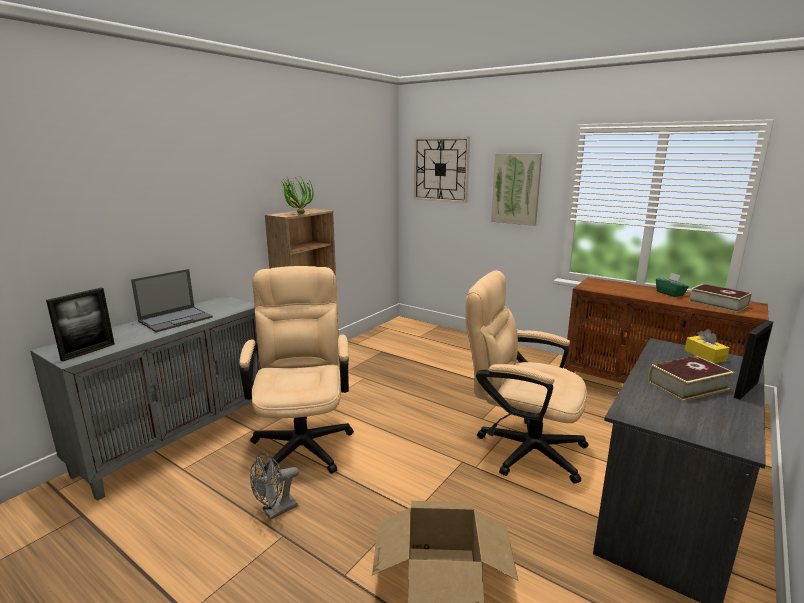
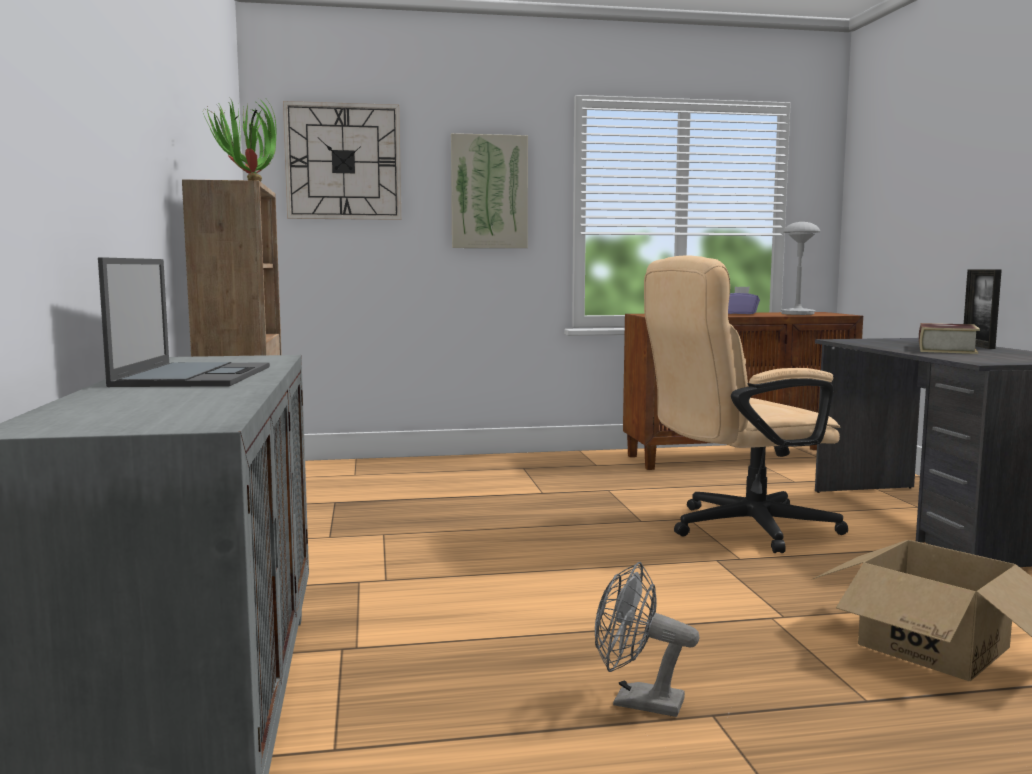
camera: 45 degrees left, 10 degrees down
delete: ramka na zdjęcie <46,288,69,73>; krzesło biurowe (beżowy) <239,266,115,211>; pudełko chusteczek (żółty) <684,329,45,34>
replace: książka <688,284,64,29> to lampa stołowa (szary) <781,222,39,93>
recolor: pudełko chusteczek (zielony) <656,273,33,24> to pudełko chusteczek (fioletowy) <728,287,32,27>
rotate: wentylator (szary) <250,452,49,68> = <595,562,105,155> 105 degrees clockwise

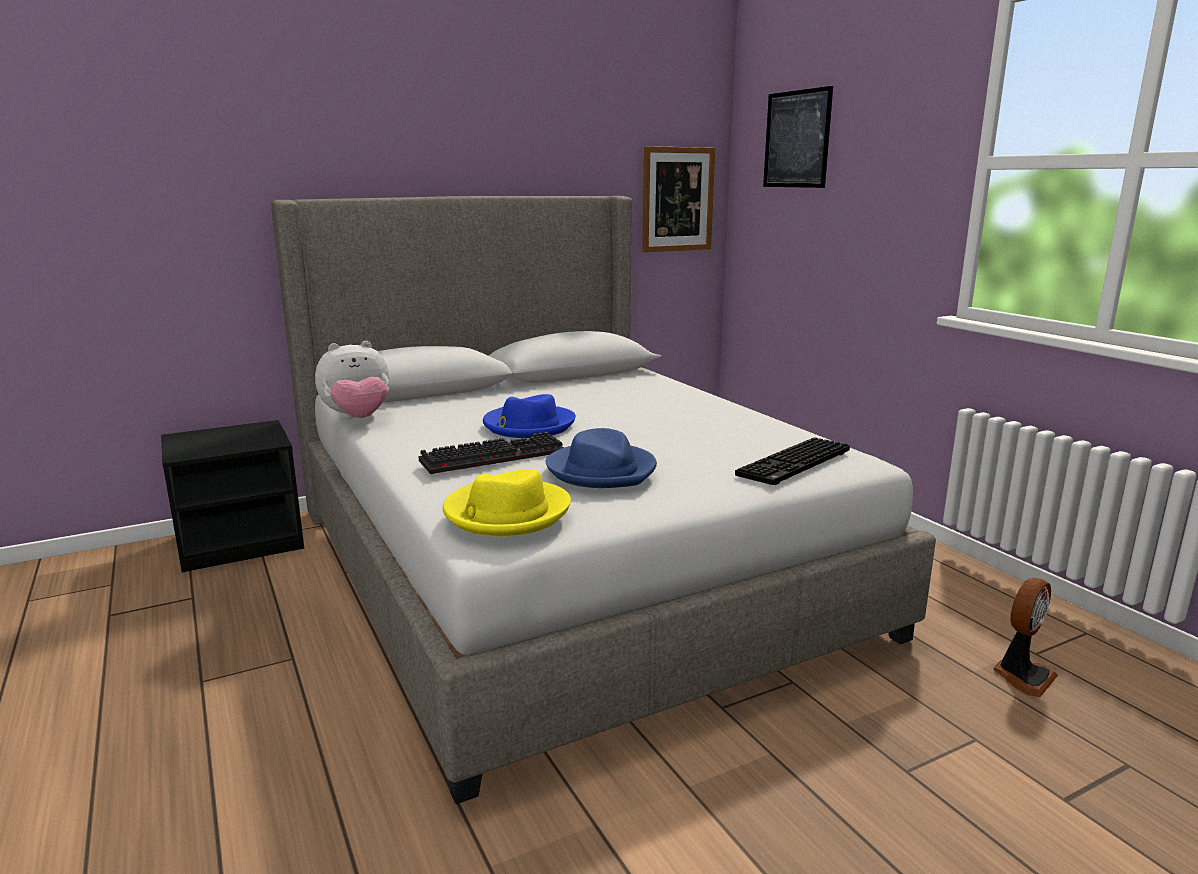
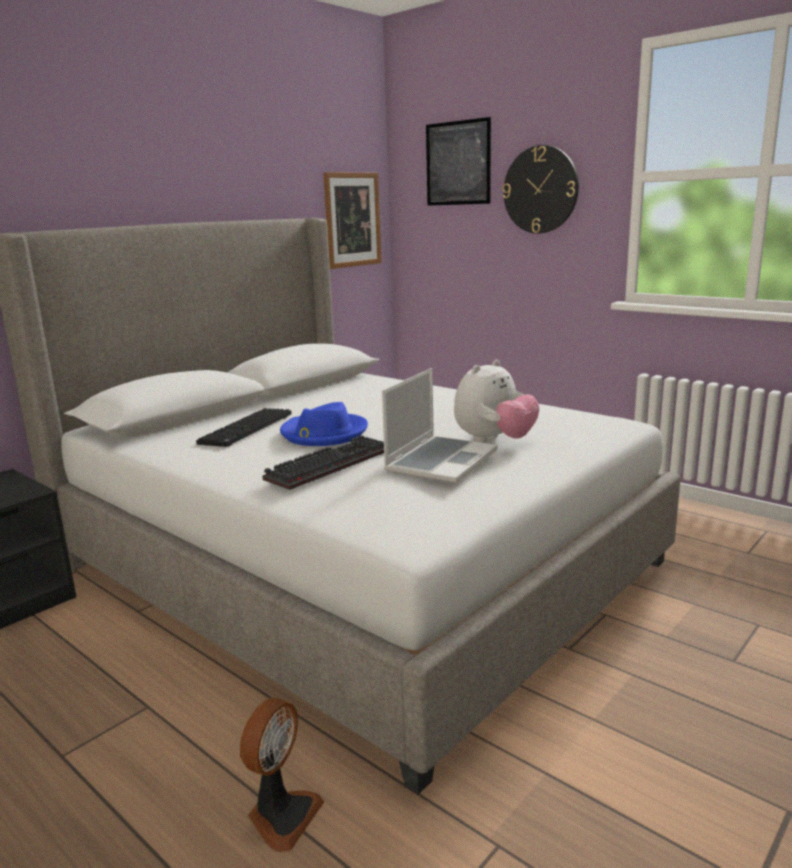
camera: 20 degrees left, 0 degrees up
delete: kapelusz (żółty) <443,469,128,68>
insert: zegar ścienny <502,145,77,89>
move: pluszak <315,341,75,78> to <454,360,86,83>; klawiatura <735,437,115,48> to <196,408,96,39>; wentylator <993,578,65,119> to <240,698,84,154>
replace: kapelusz (niebieski) <546,428,111,60> to laptop <382,368,116,115>

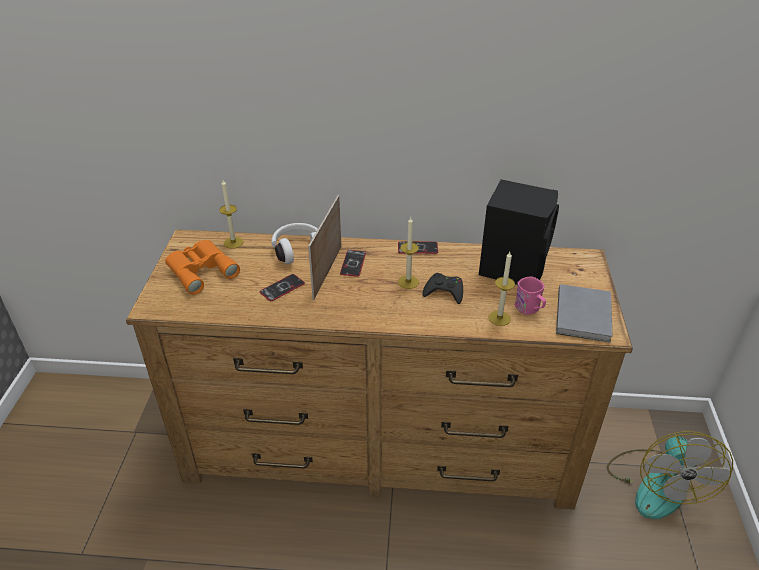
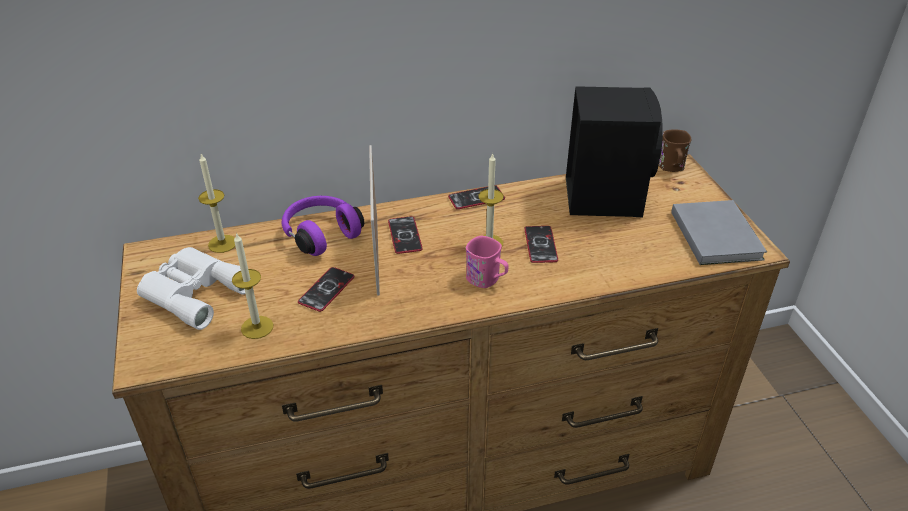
camera: 20 degrees left, 0 degrees up
delete: wentylator <607,431,126,88>
insert: kubek (brązowy) <659,129,32,43>
move: świeca <488,252,27,74> to <232,232,41,107>; kubek (różowy) <515,276,31,39> to <466,236,42,52>
replace: pad do gier (czarny) <422,273,41,31> to telefon <524,226,34,37>
recolor: lornetka (pomarańczowy) <165,240,75,55> to lornetka (biały) <137,247,108,83>; słuchawki (biały) <271,223,47,41> to słuchawki (fioletowy) <282,196,82,60>

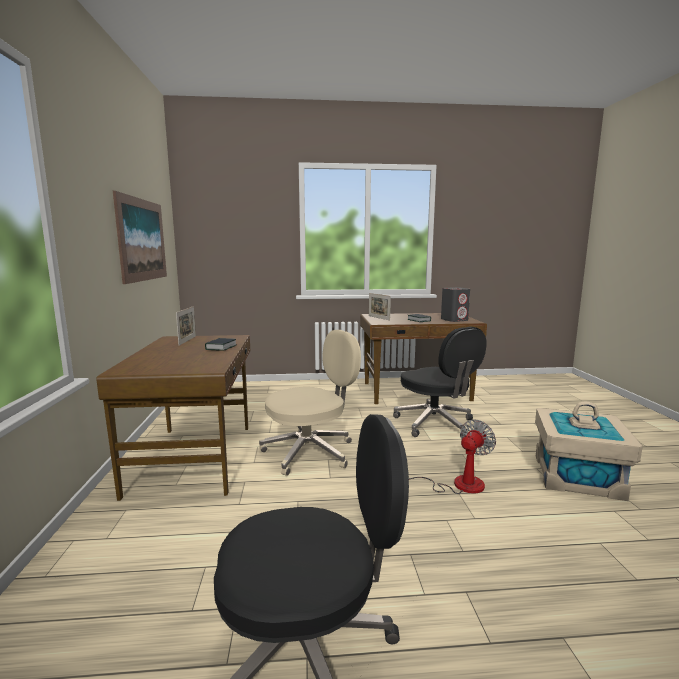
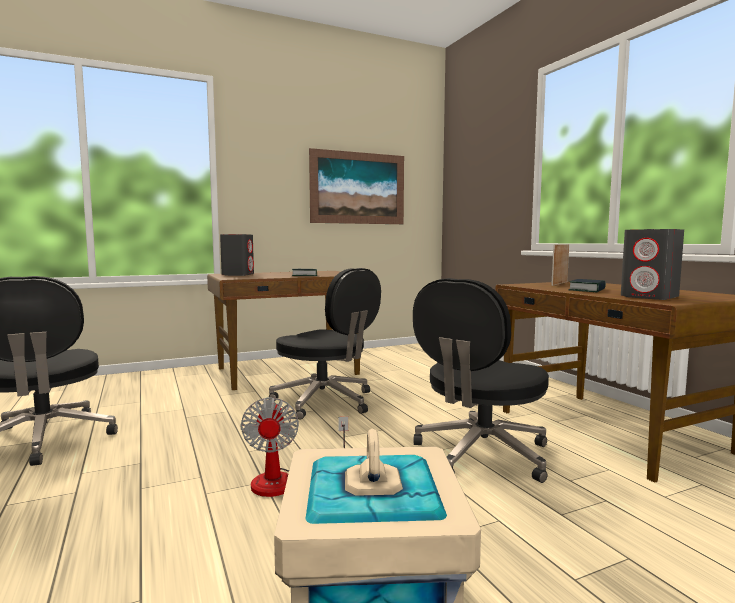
camera: 70 degrees right, 5 degrees down
delete: ramka na zdjęcie <176,306,20,40>
insert: głośnik (szary) <220,234,34,42>
recolor: krzesło biurowe (beżowy) <259,330,102,146> to krzesło biurowe (czarny) <269,268,112,152>
rotate: wentylator <409,420,87,74> = <241,397,107,100> 60 degrees clockwise

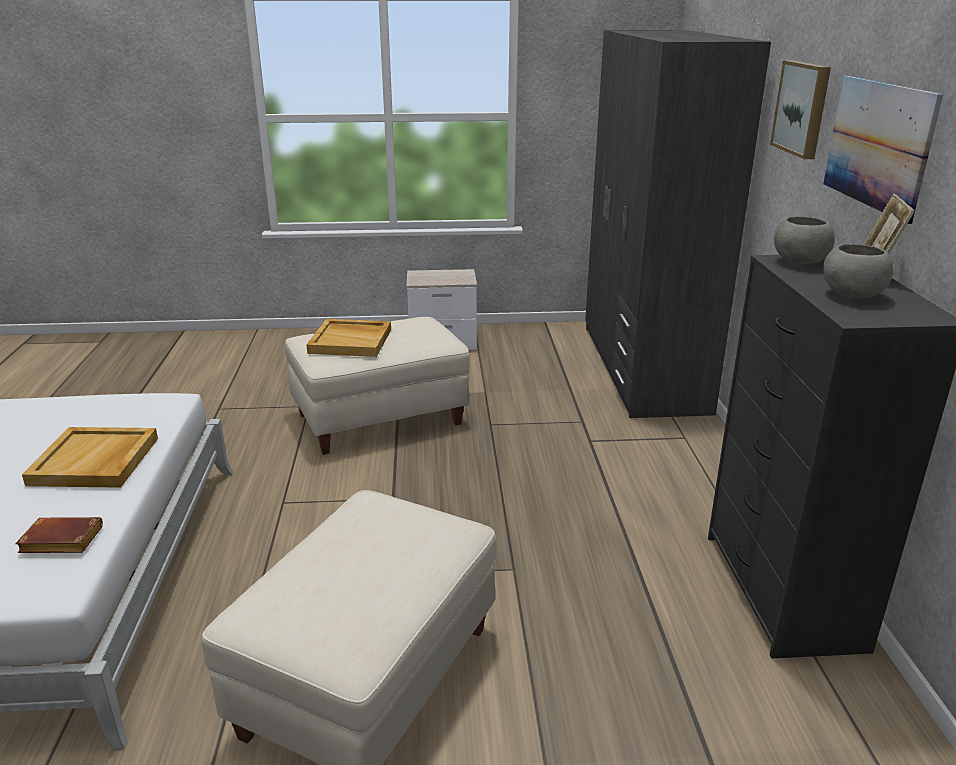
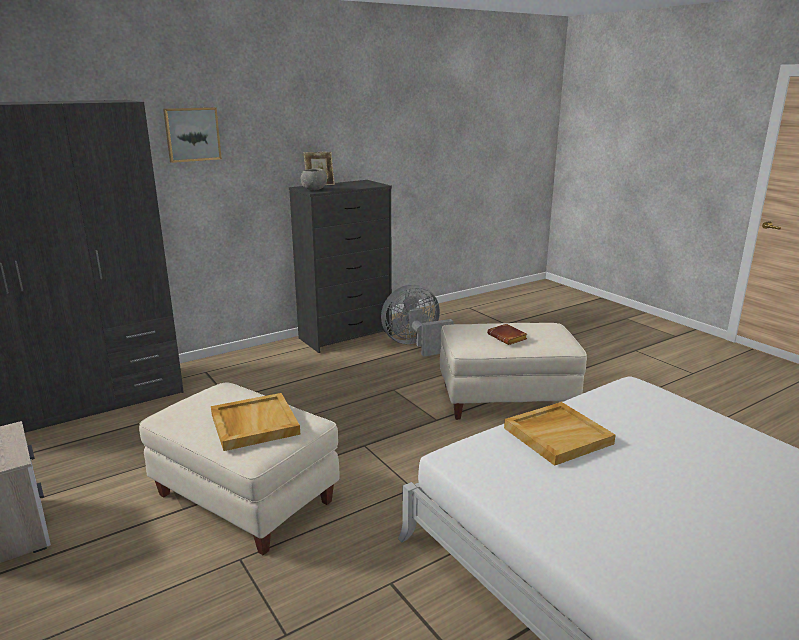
camera: 120 degrees left, 5 degrees down
delete: obraz <823,76,120,148>; miska (szary) <823,244,70,54>
insert: wentylator (szary) <381,285,73,71>
move: książka (brązowy) <15,517,88,36> to <487,324,40,21>

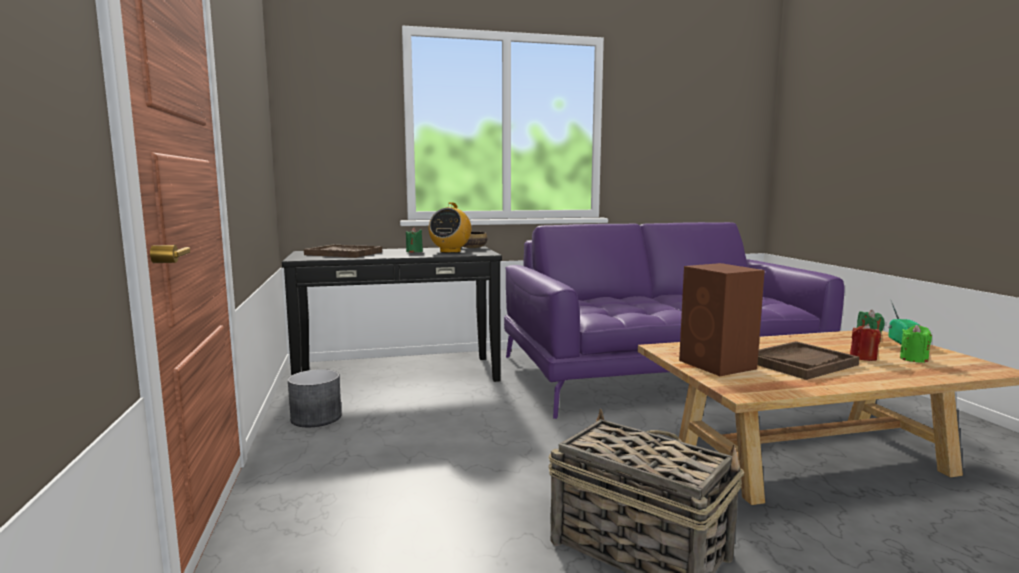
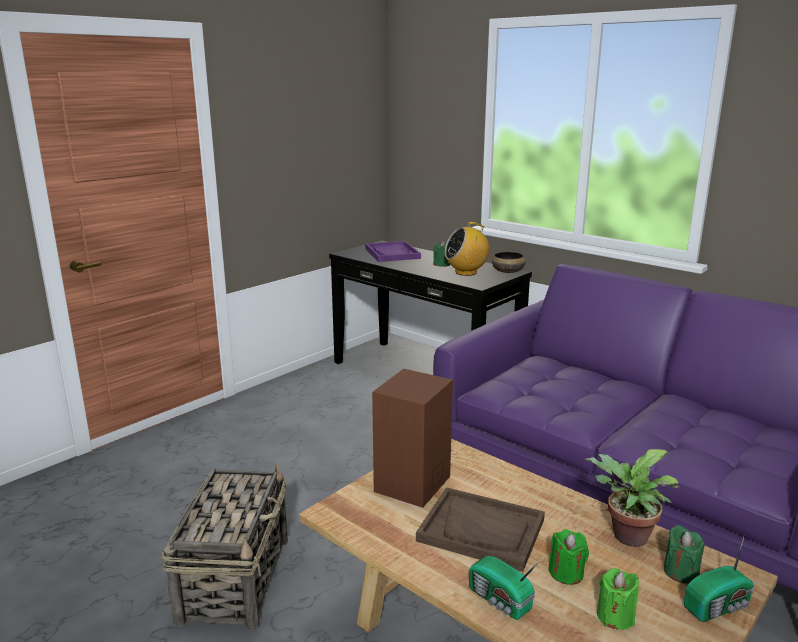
camera: 55 degrees right, 10 degrees up
delete: donica (szary) <288,369,53,58>
insert: radio <469,556,73,64>; roślina doniczkowa <584,449,95,98>
recolor: taca (brązowy) <304,245,78,13> to taca (fioletowy) <365,241,56,21>; świeca (czerwony) <850,324,31,37> to świeca (zielony) <548,529,41,56>

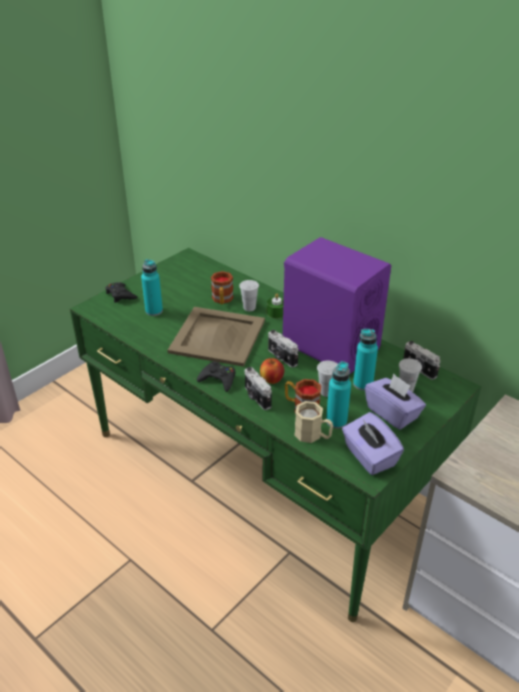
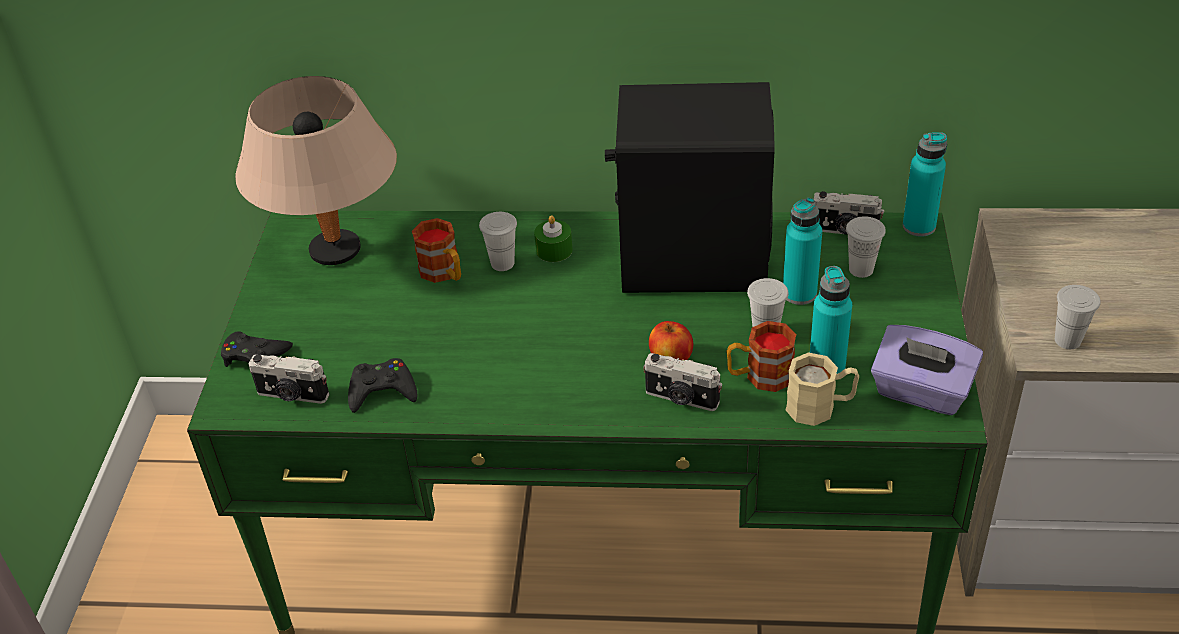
camera: 35 degrees left, 5 degrees up
delete: taca (beżowy) <167,307,98,60>; pudełko chusteczek (fioletowy) <365,373,61,57>
insert: lampa stołowa (beżowy) <235,76,162,189>; filiżanka (biały) <1055,285,46,64>
move: butelka (turkusowy) <141,259,22,57> to <903,132,44,105>; pad do gier (czarny) <197,361,38,31> to <348,358,69,55>; aparat fotograficzny <268,330,31,38> to <248,354,81,50>
recolor: głośnik (fioletowy) <283,237,108,137> to głośnik (czarny) <605,82,170,211>

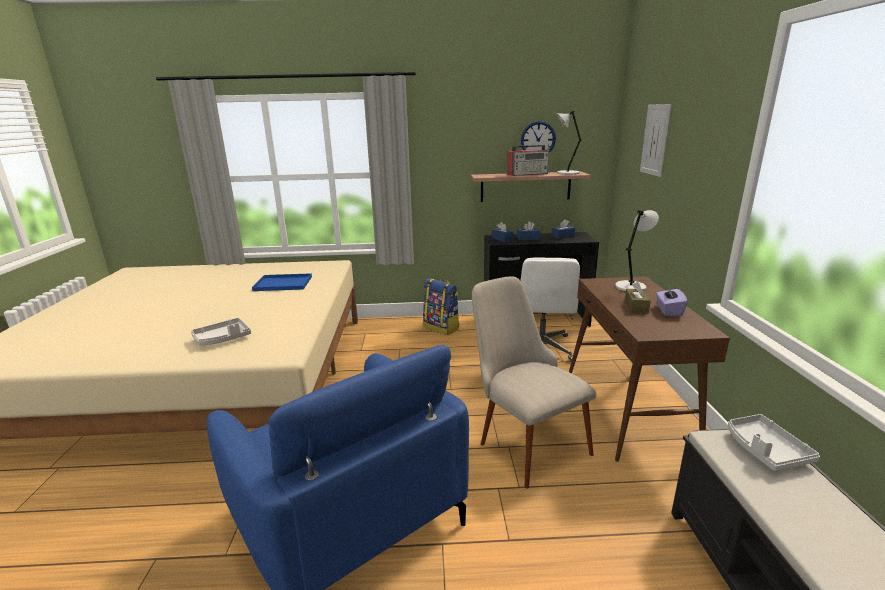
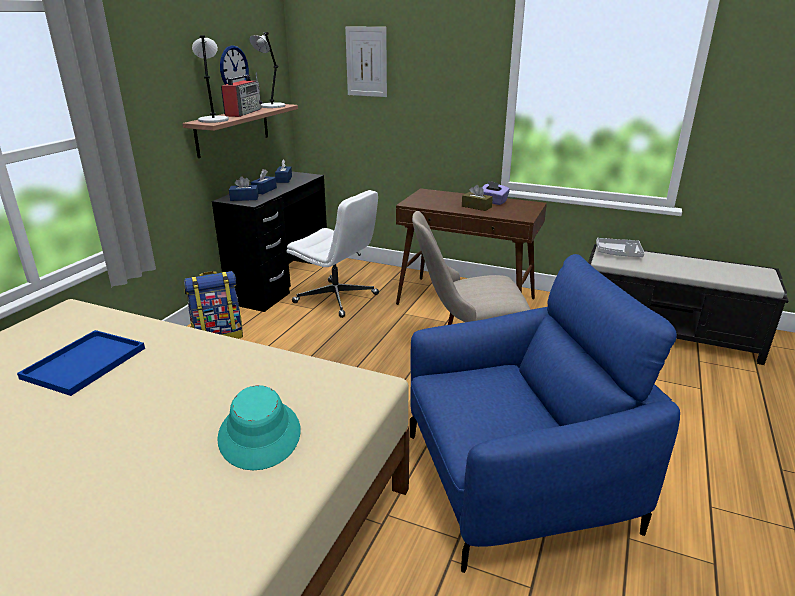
camera: 65 degrees left, 5 degrees up
move: lampa stołowa (szary) <615,210,44,81> to <192,35,37,88>
replace: taca (szary) <191,318,60,28> to kapelusz (turkusowy) <217,385,84,85>

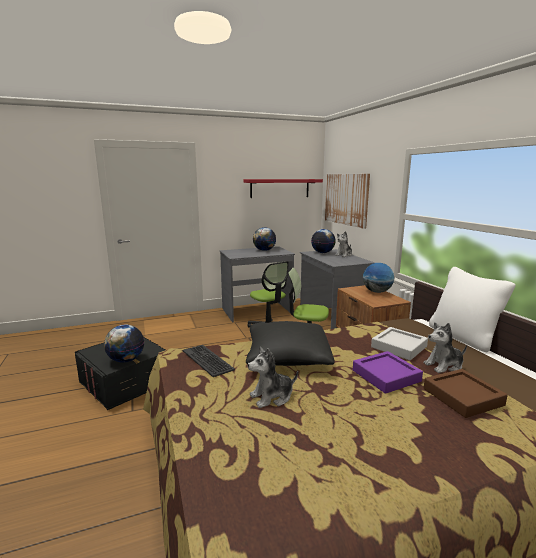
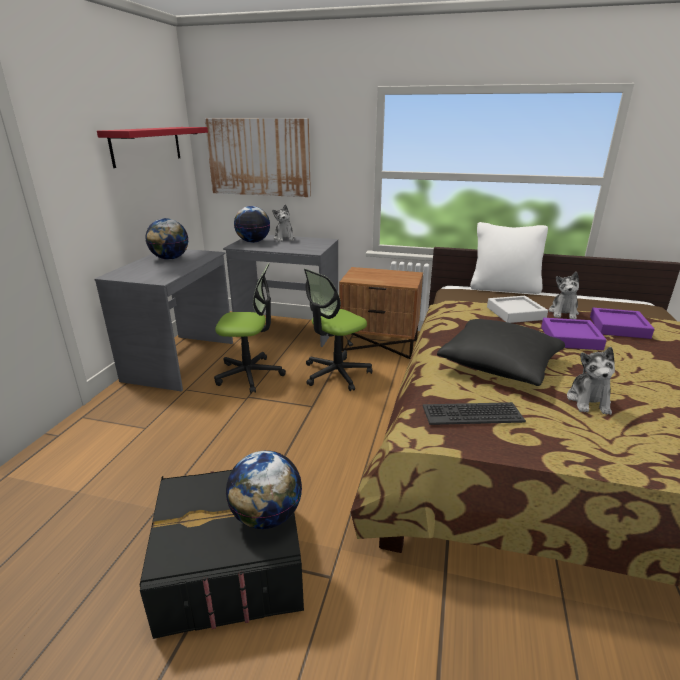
camera: 55 degrees left, 10 degrees up
delete: globus <363,263,31,30>
recolor: taca (brązowy) <424,369,84,49> to taca (fioletowy) <590,308,64,31>

